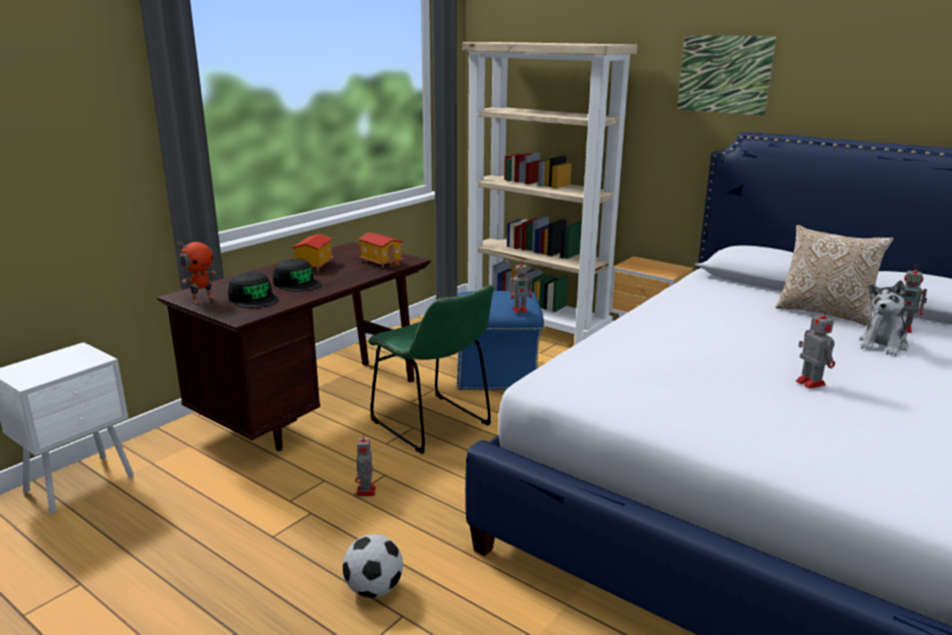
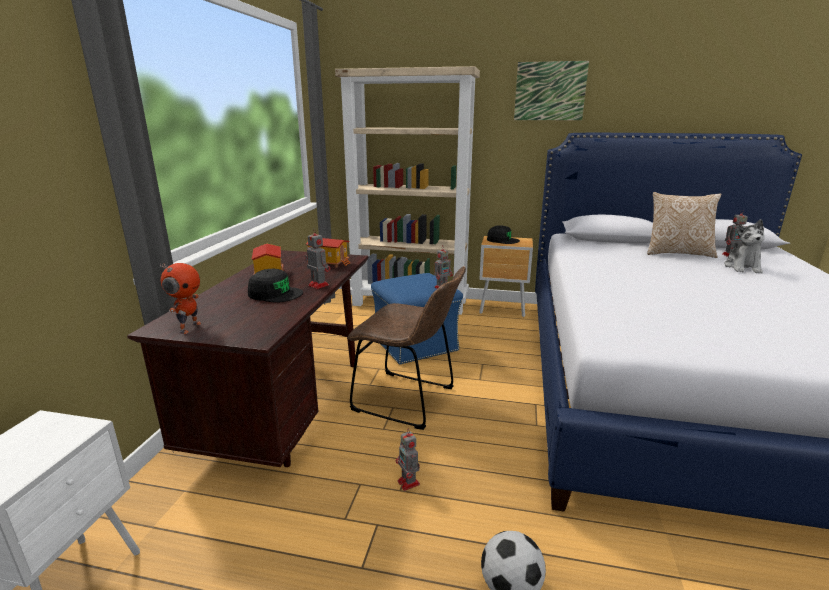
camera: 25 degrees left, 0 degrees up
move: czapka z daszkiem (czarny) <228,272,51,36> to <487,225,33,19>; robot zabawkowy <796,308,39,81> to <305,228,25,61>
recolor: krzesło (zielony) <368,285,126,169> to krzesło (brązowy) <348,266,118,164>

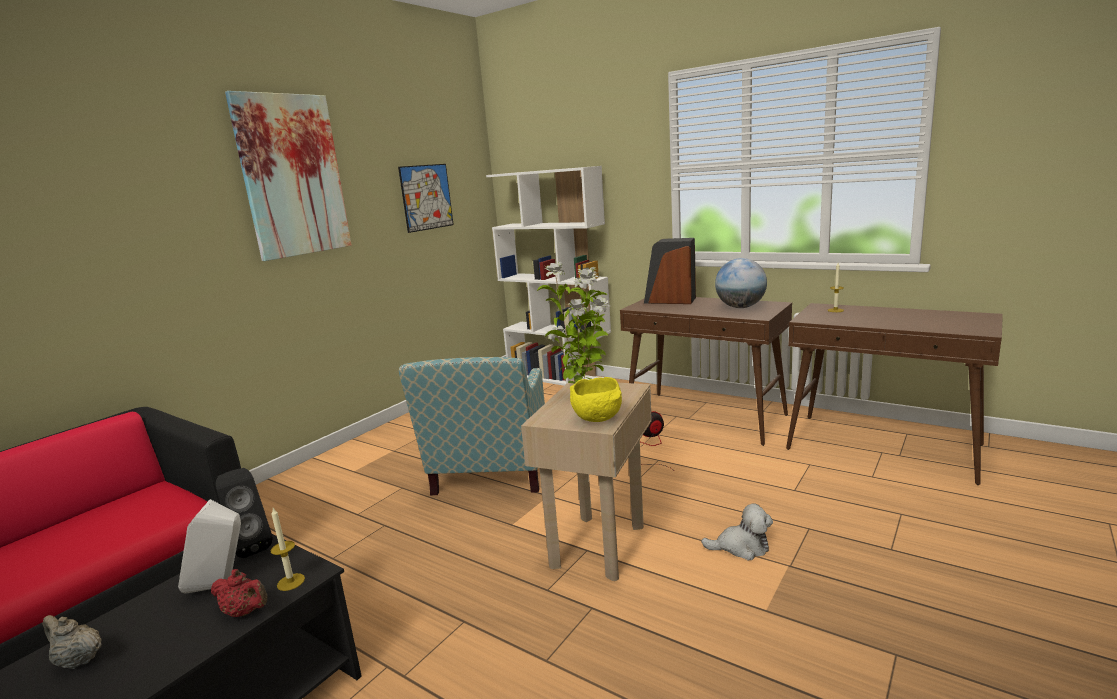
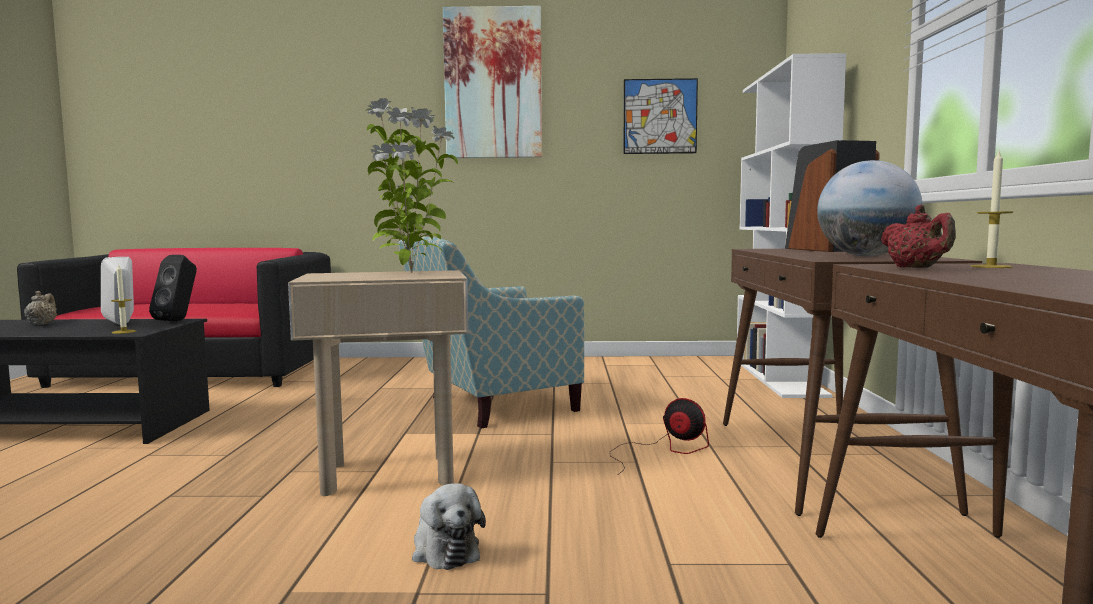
camera: 55 degrees right, 10 degrees down
delete: miska (żółty) <570,377,52,45>
move: imbryk (czerwony) <211,569,57,48> to <881,205,75,63>

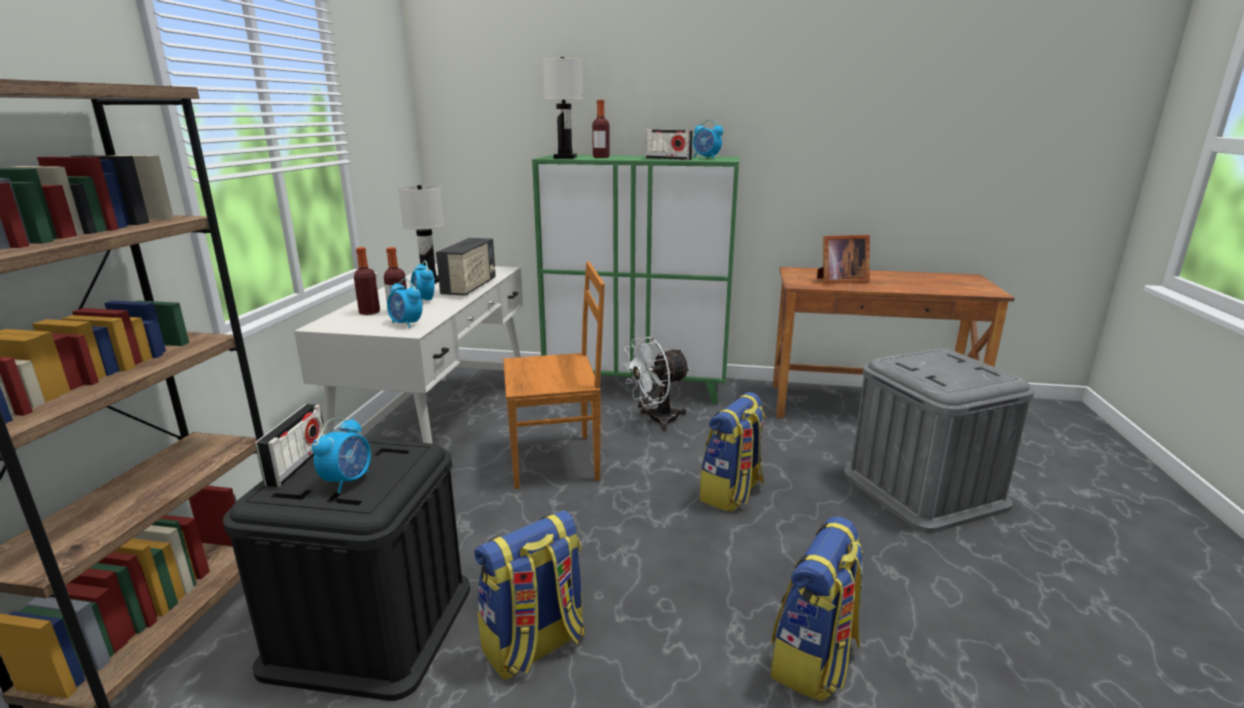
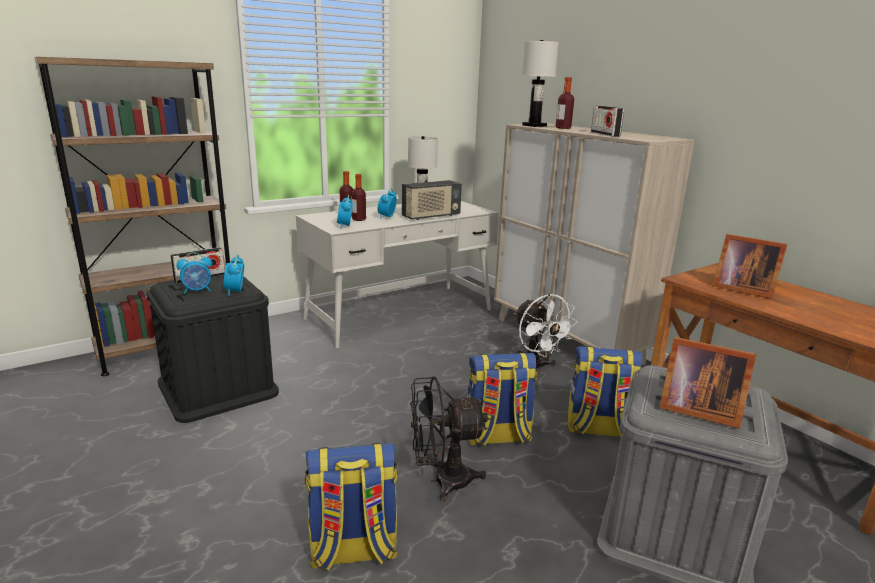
camera: 45 degrees right, 0 degrees up
delete: krzesło (brązowy) <503,261,102,228>
insert: wentylator (czarny) <410,376,78,126>; ramka na zdjęcie <659,337,97,92>
move: plecak <474,510,111,170> to <568,347,75,90>; budzik <693,120,30,39> to <223,254,21,42>
recolor: szafka (zielony) <532,155,207,249> to szafka (beżowy) <494,124,201,241>
rotate: wentylator (biały) <622,337,69,94> = <514,294,64,77> 135 degrees counterclockwise

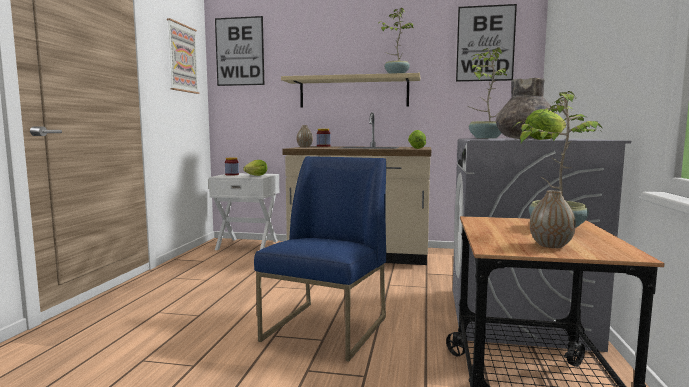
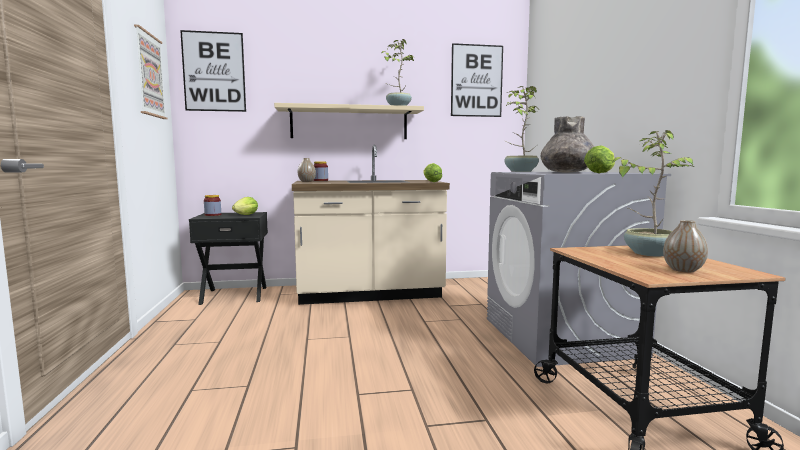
camera: 20 degrees left, 0 degrees up
delete: krzesło (niebieski) <254,156,132,206>
recolor: szafka nocna (biały) <209,173,71,77> to szafka nocna (czarny) <189,212,79,93>

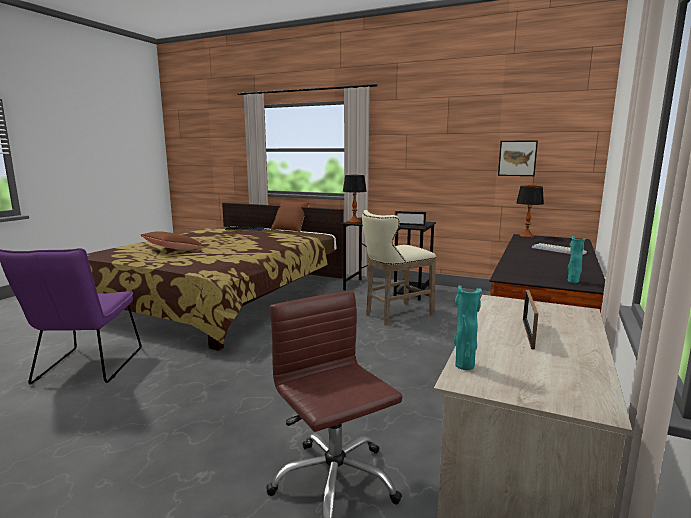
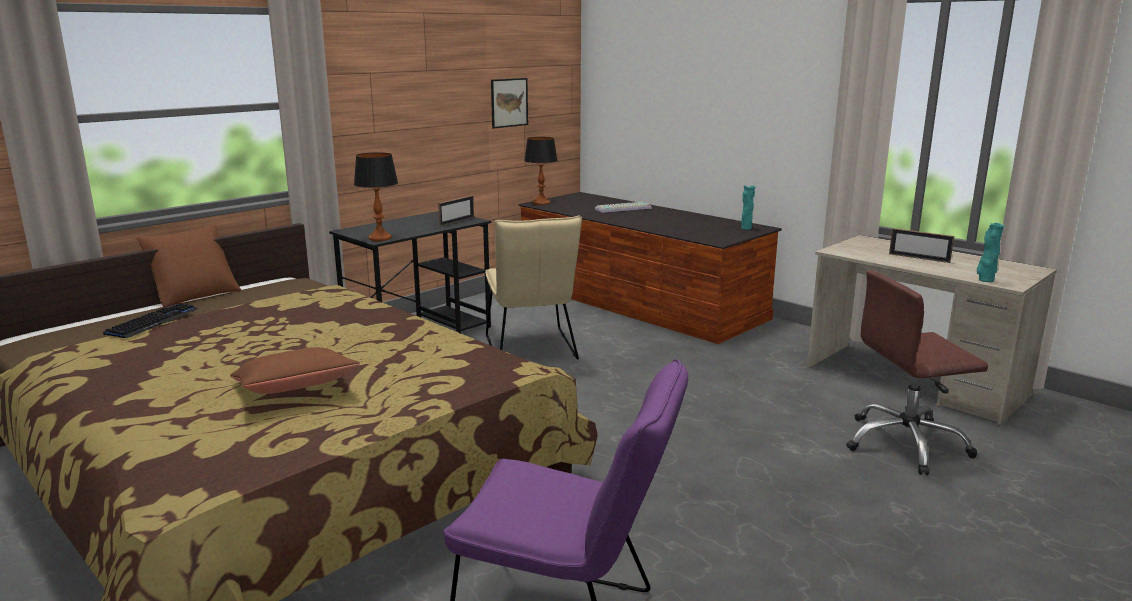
camera: 70 degrees left, 5 degrees up
replace: stołek (beżowy) <362,210,74,116> to krzesło (beżowy) <485,216,97,144>

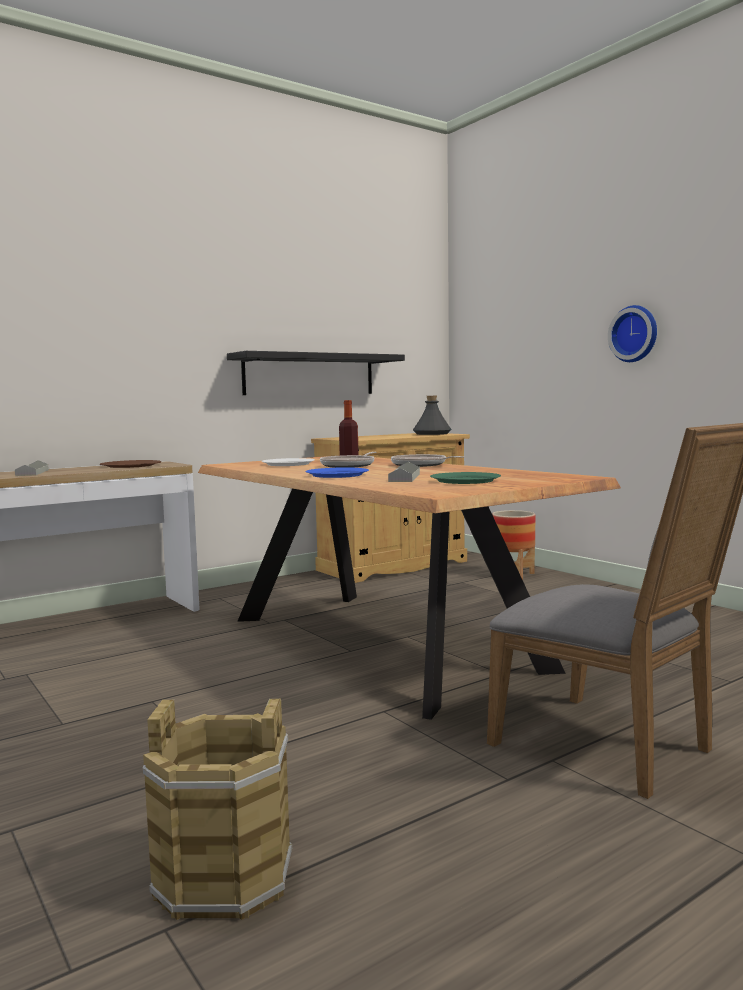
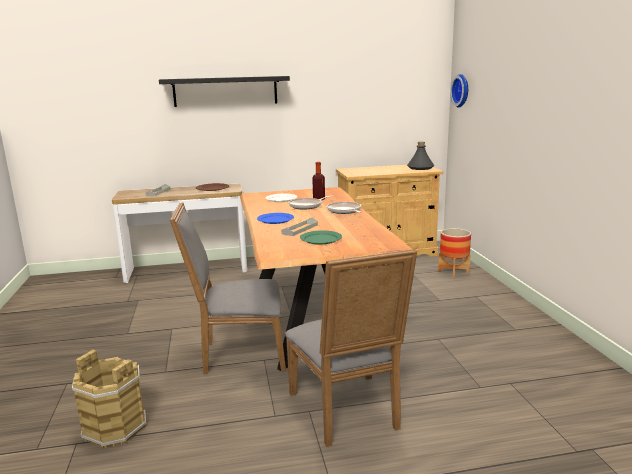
camera: 25 degrees right, 10 degrees up
insert: krzesło (szary) <170,202,116,172>
move: półka (czarny) <227,351,178,44> to <159,76,131,31>; zegar ścienny <608,305,49,57> to <450,74,18,34>

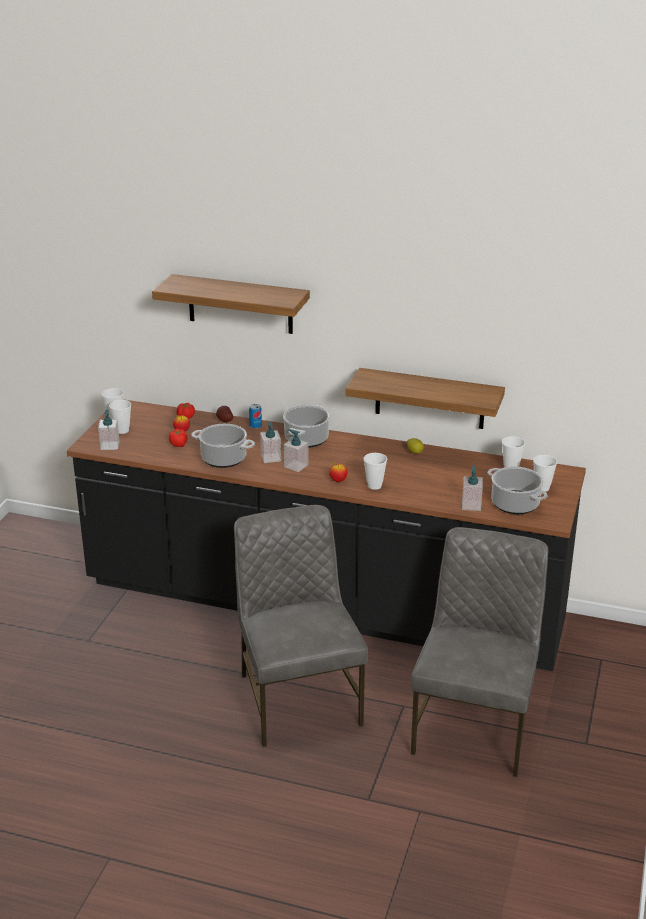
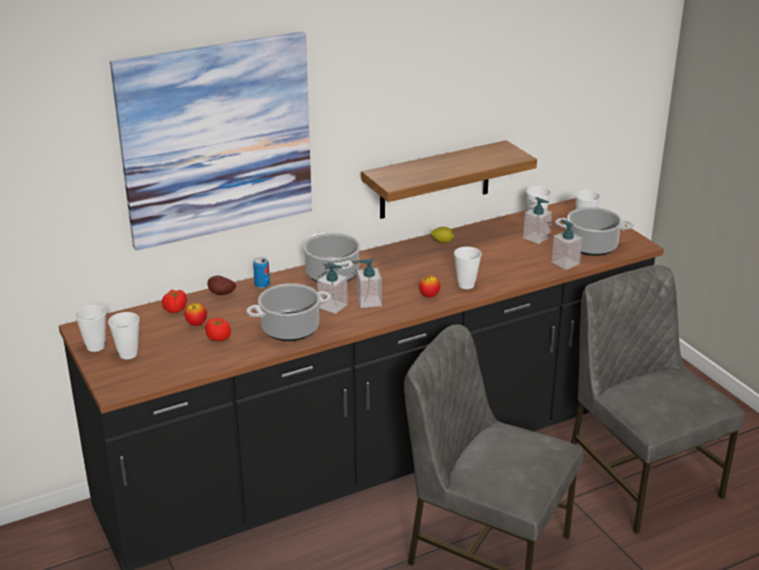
camera: 45 degrees left, 0 degrees up
move: dozownik mydła <98,410,21,40> to <523,197,29,47>
replace: półka <152,274,158,60> to obraz <110,31,202,220>

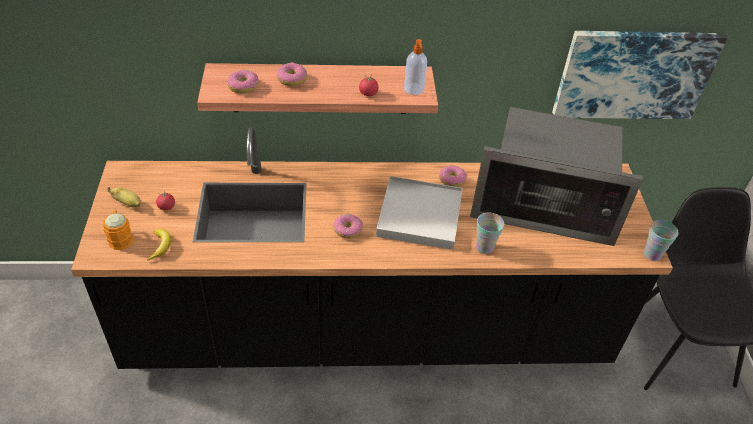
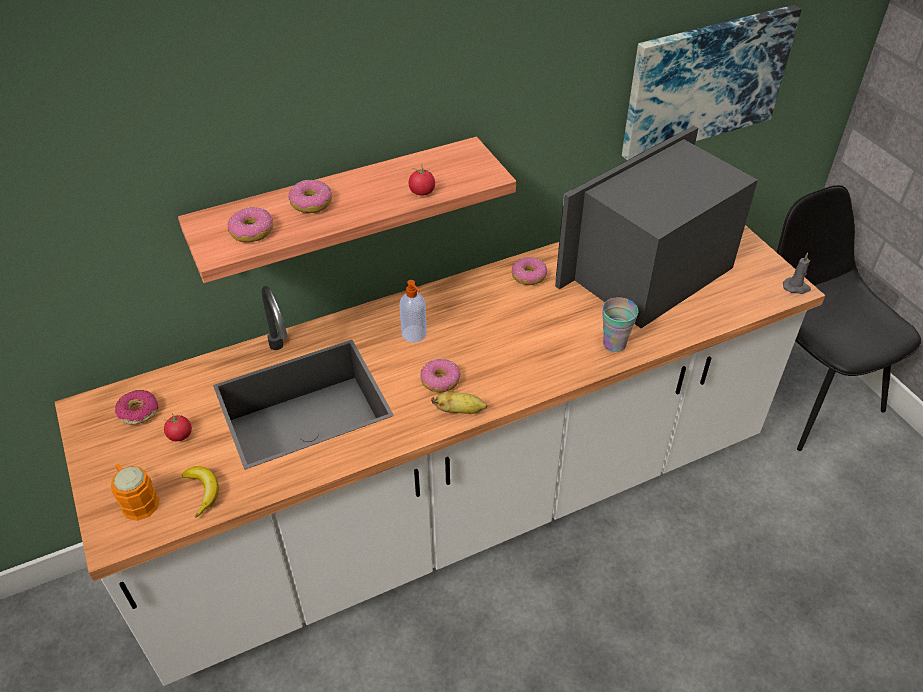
camera: 20 degrees left, 0 degrees up
delete: taca (biały) <376,176,87,74>
insert: donut <115,390,43,35>
move: banan <108,187,33,21> to <431,392,56,22>; dozownik mydła <404,39,23,56> to <400,280,27,63>
replace: filiżanka <644,220,35,41> to świeca (szary) <783,253,28,41>
recolor: zabudowa kuchenna (czarny) <71,127,602,242> to zabudowa kuchenna (biały) <55,225,770,461>
rotate: mikrofalówka <470,107,173,139> = <555,125,203,203> 150 degrees clockwise

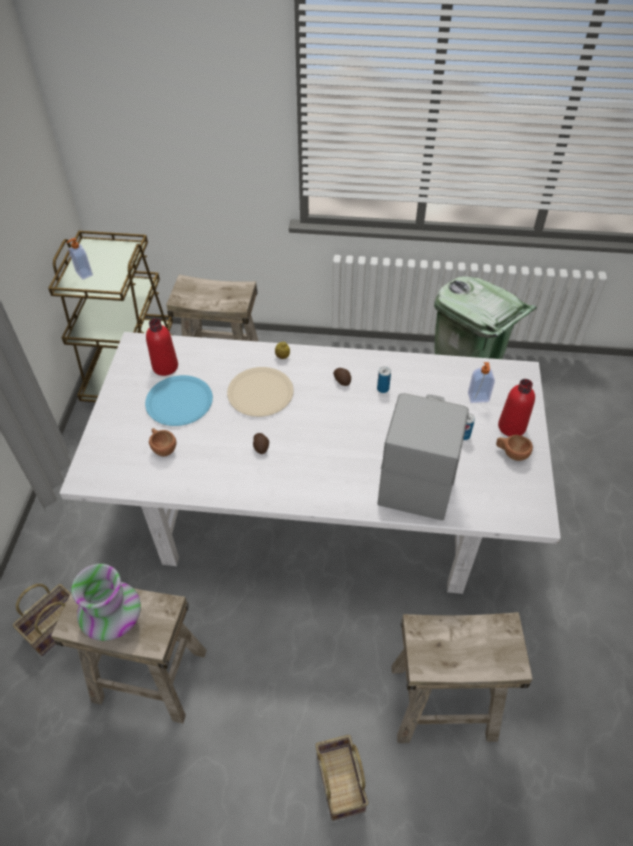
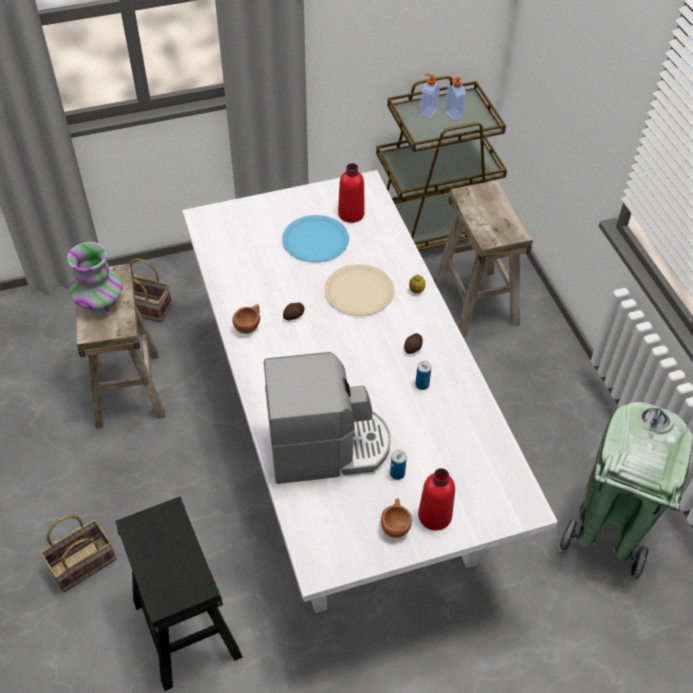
camera: 65 degrees right, 0 degrees up
move: filiżanka (brązowy) <149,428,27,28> to <233,304,27,30>; dozownik mydła <468,362,27,41> to <445,77,21,43>
recolor: stołek (beżowy) <391,612,142,131> to stołek (czarny) <115,497,128,194>

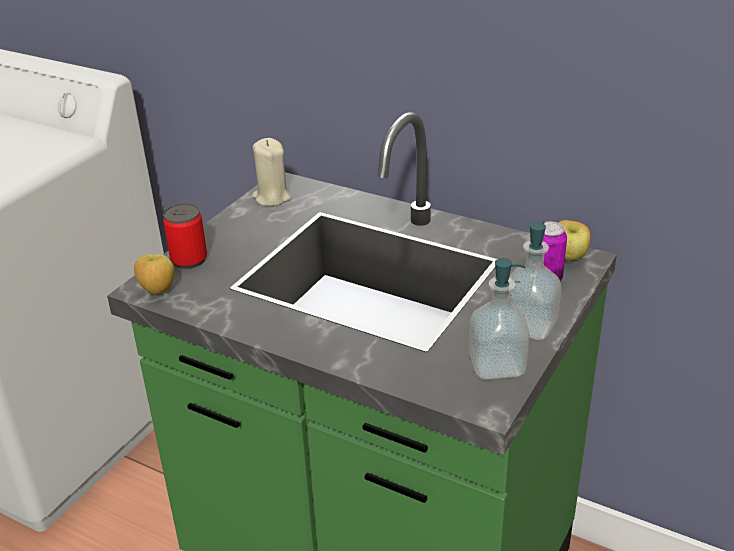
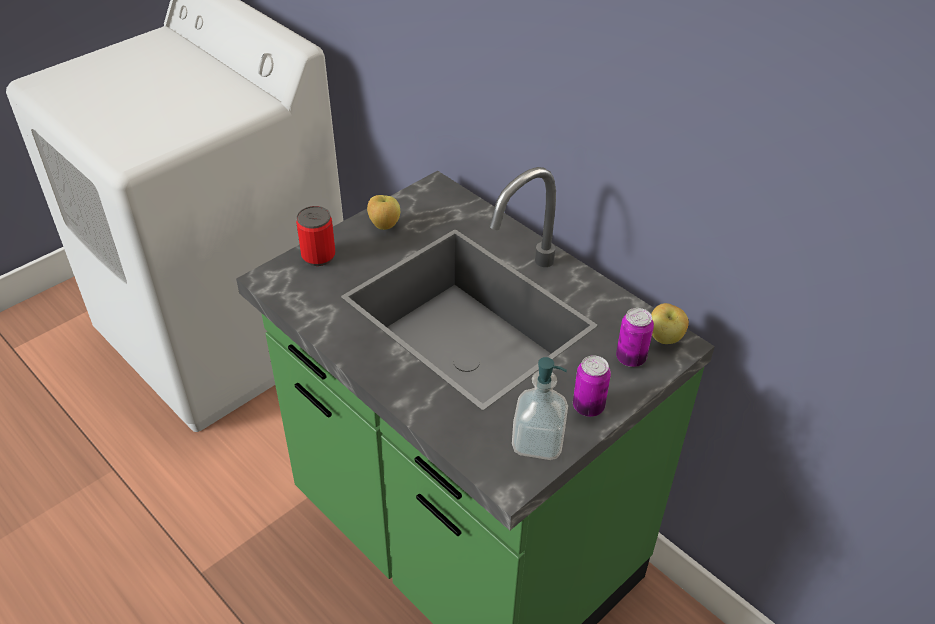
camera: 15 degrees right, 10 degrees up
delete: świeca (beżowy) <252,138,39,68>
move: jabłko <134,254,40,40> to <367,195,33,35>
replace: dozownik mydła <509,222,53,118> to puszka <573,355,38,62>

